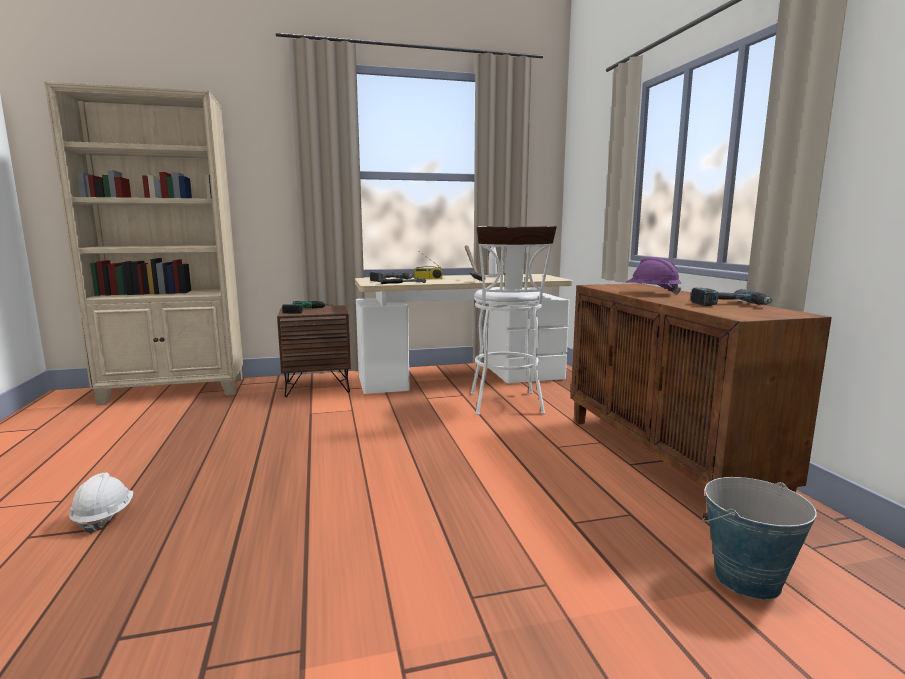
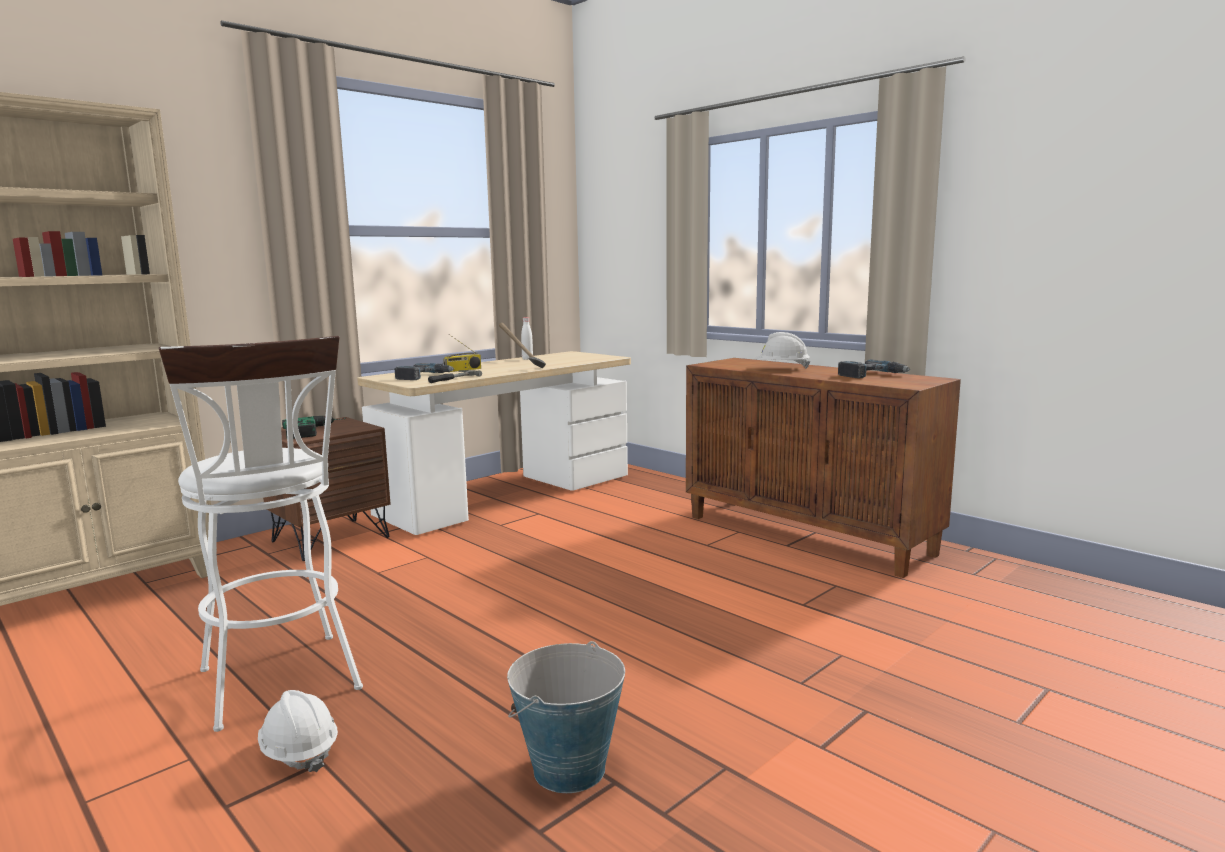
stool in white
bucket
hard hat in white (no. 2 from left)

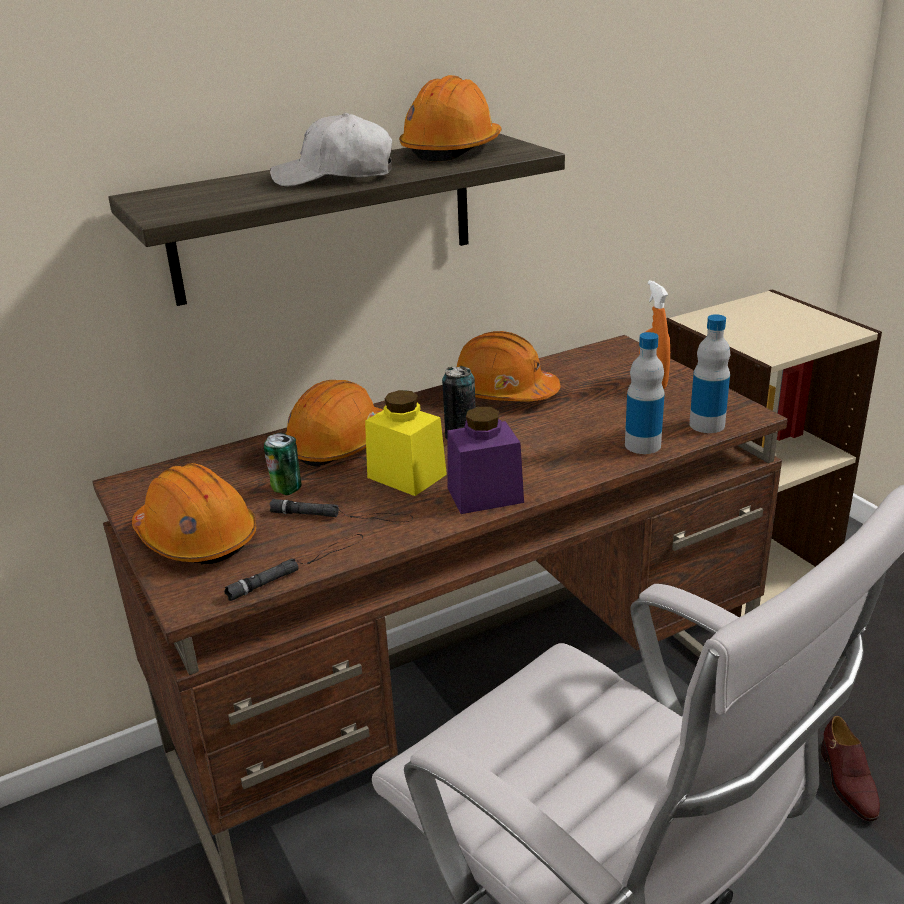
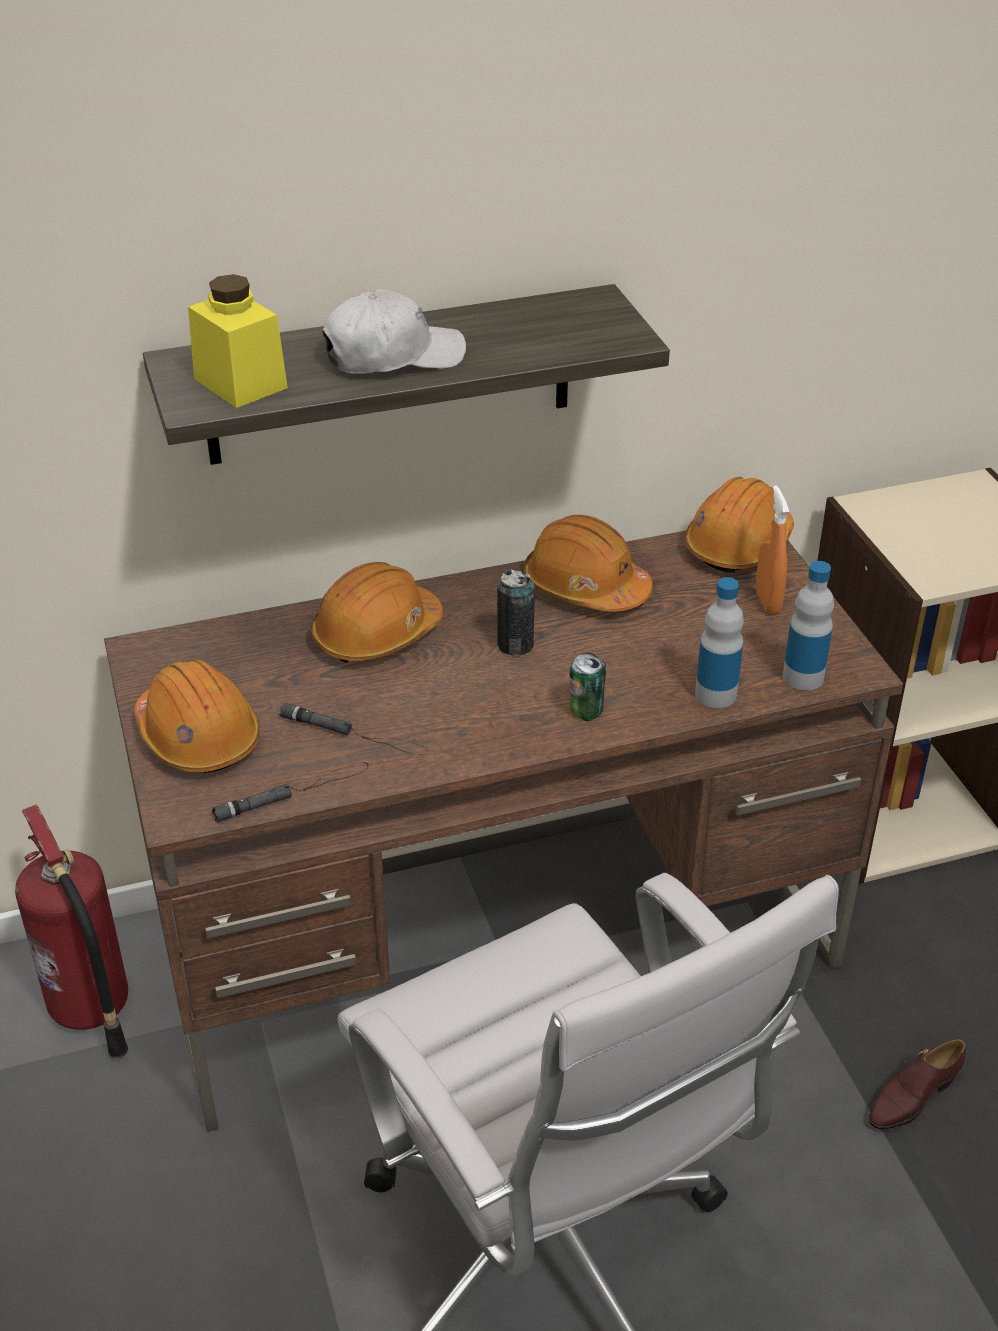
jar in purple
fire extinguisher
can (no. 2 from left)
jar in yellow
hard hat in orange (no. 4 from left)
cap in white
shoe in brown

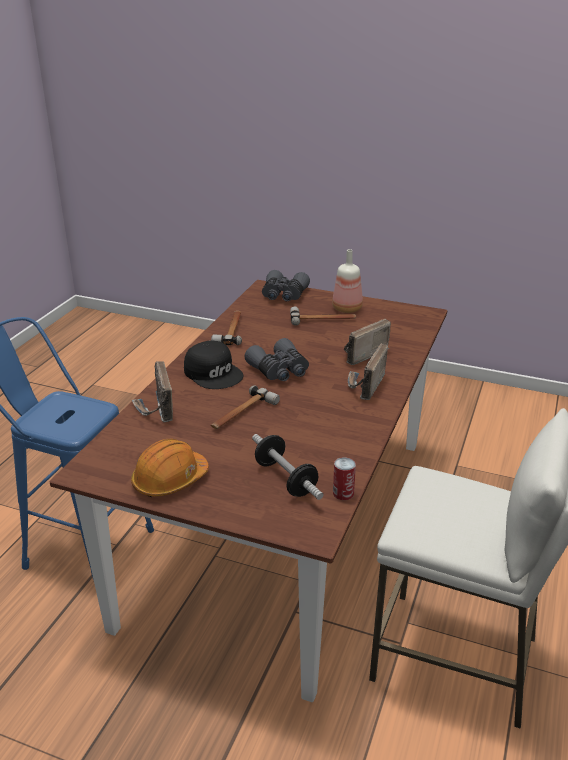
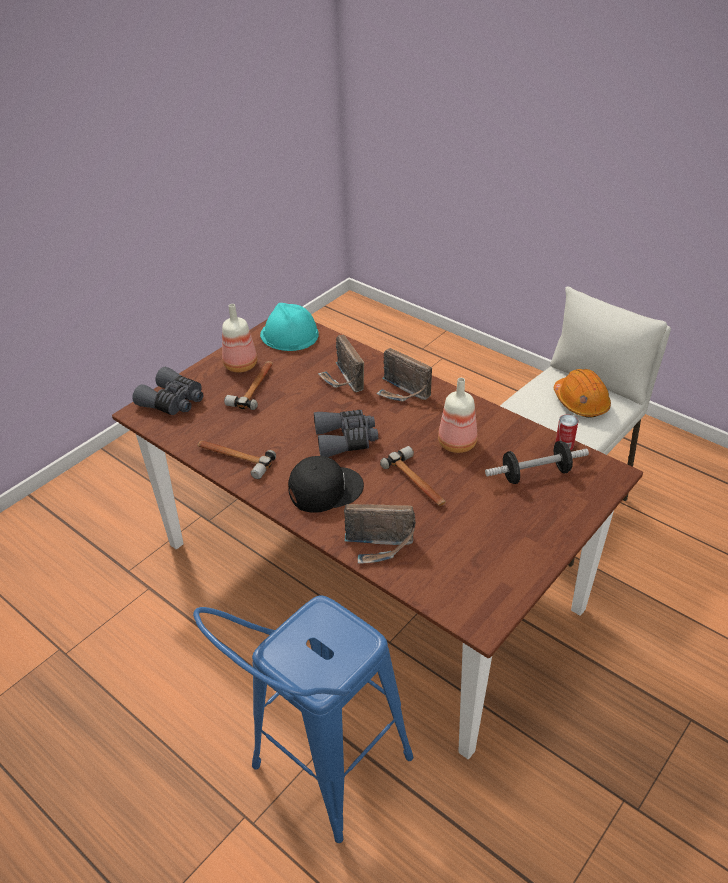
hard hat in turquoise
bottle (no. 2 from left)
hard hat in orange

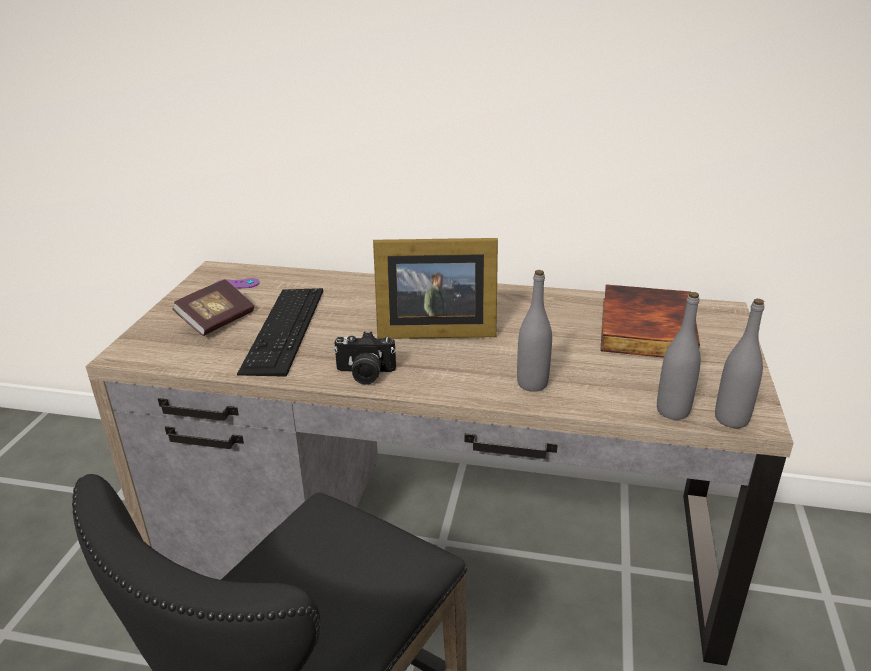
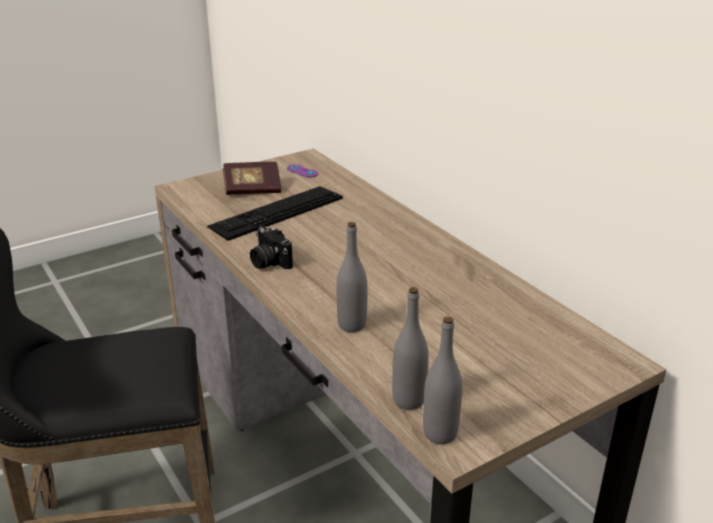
picture frame
book (no. 2 from left in the first image)

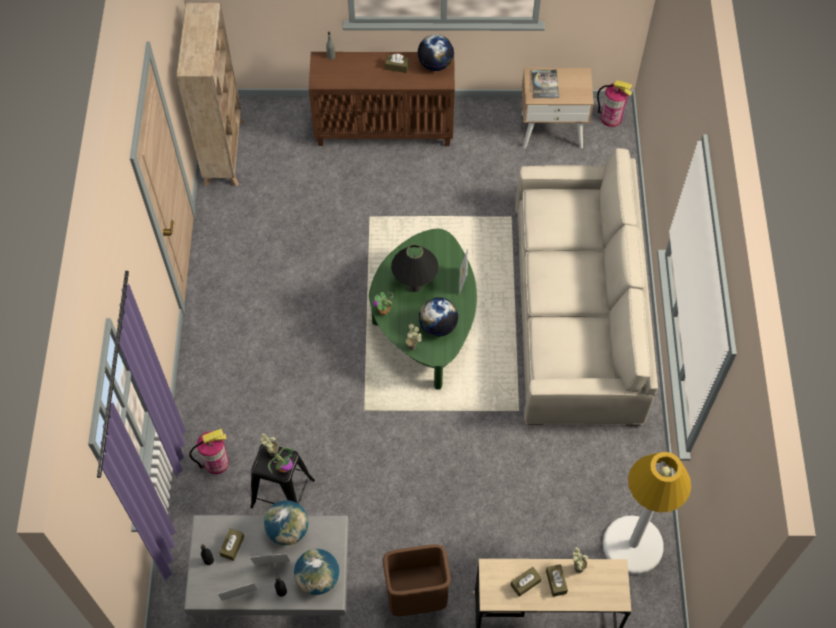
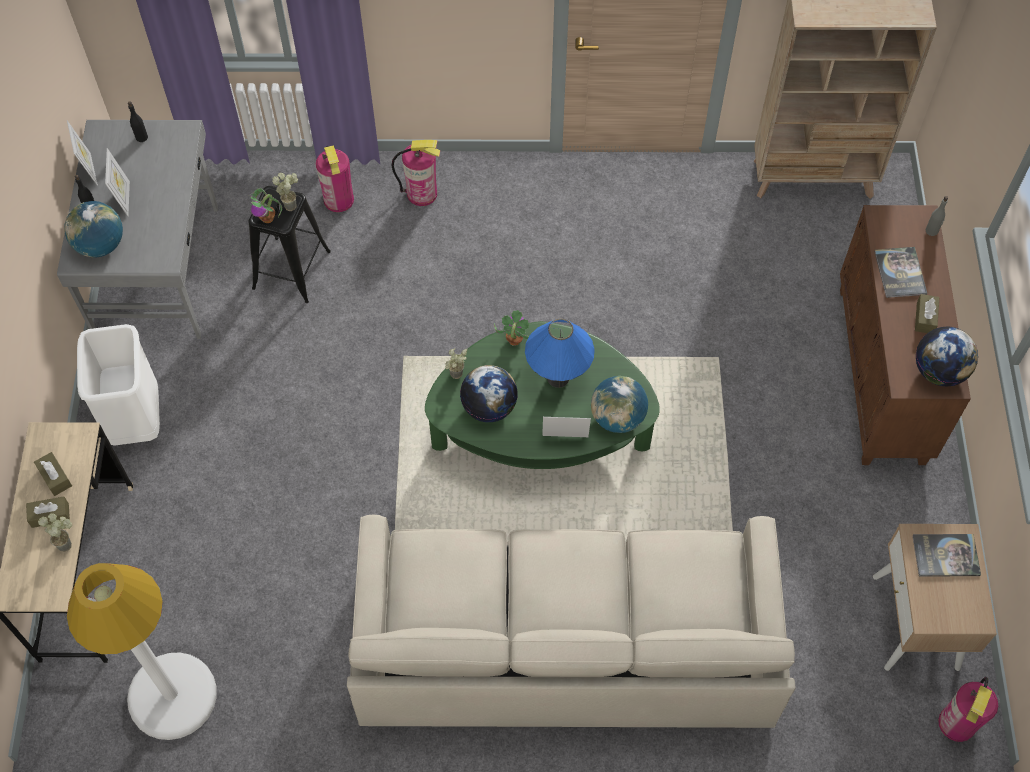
tissue box in brown (no. 1 from left in the first image)
fire extinguisher (no. 2 from left)
book (no. 1 from left)
globe (no. 3 from left)
trash can in white
table lamp in blue

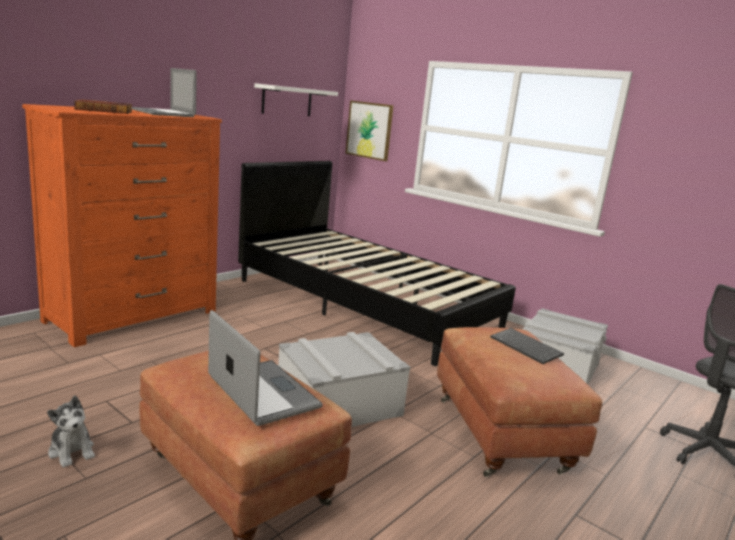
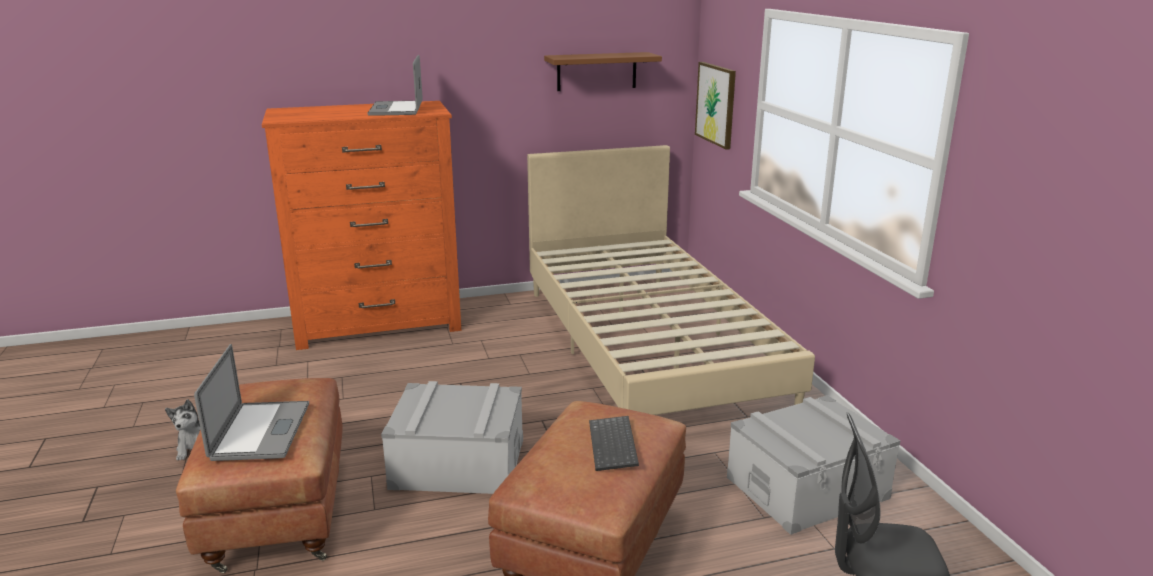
book
bed in beige
shelf in brown

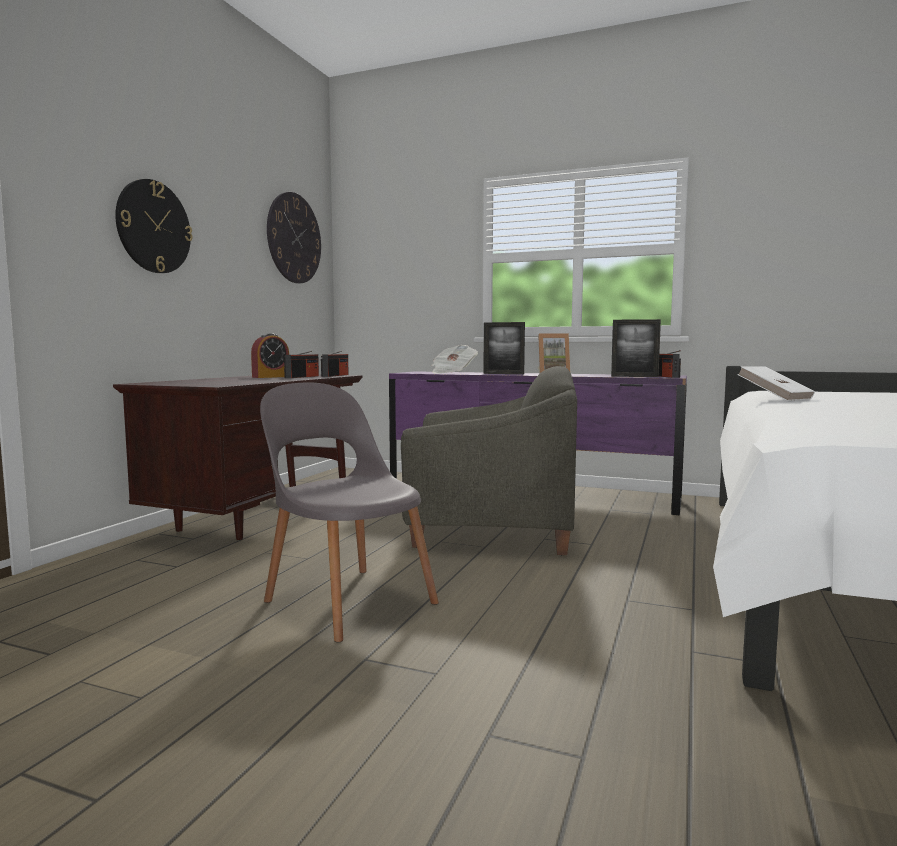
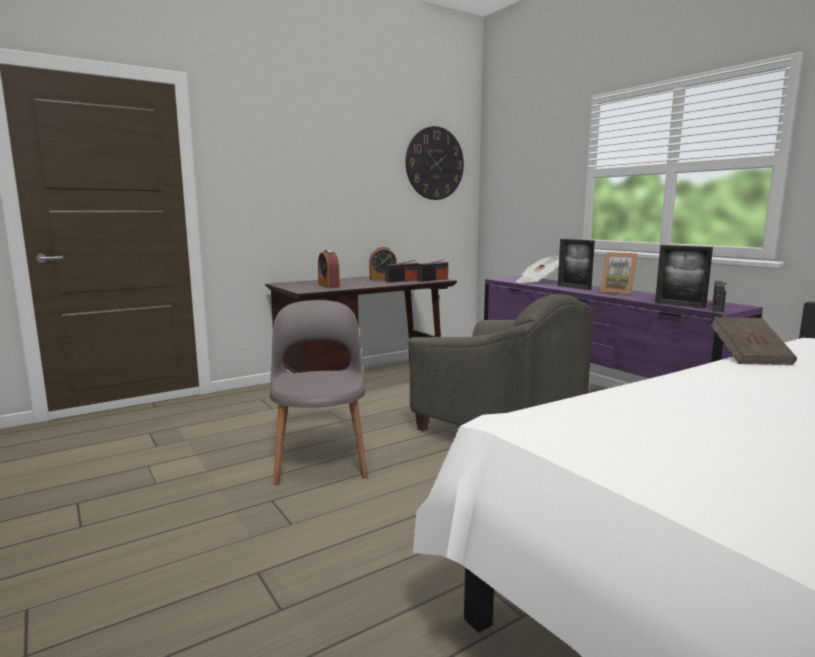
wall clock (no. 1 from left in the first image)
alarm clock (no. 1 from left)
book in brown

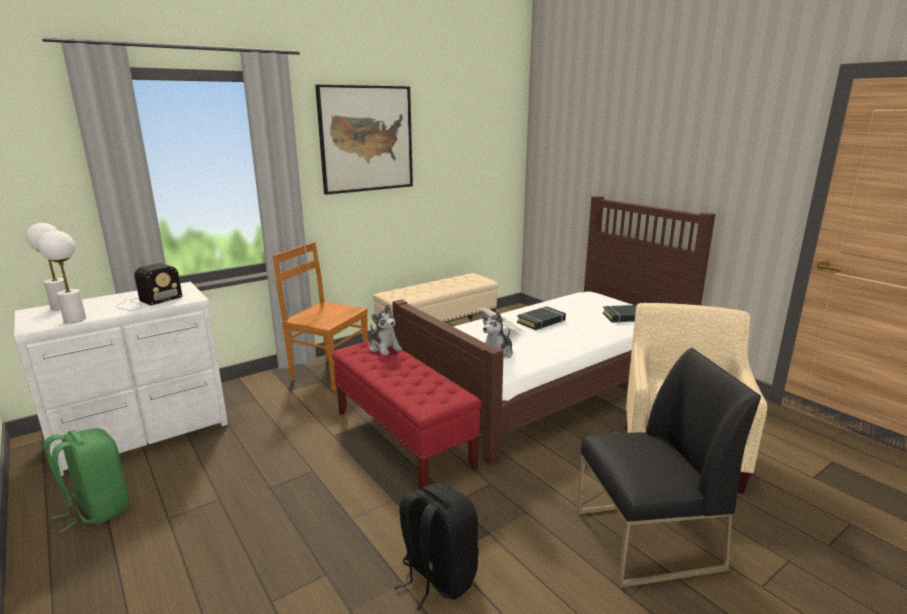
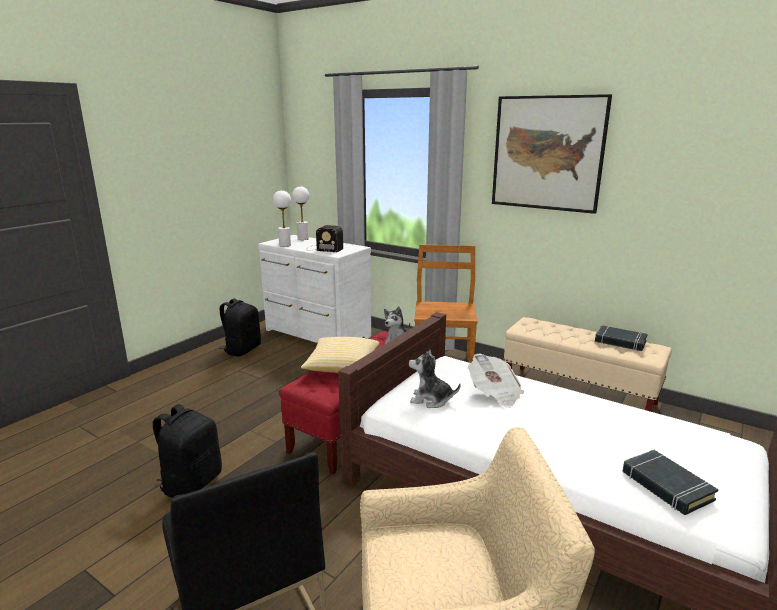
pillow
book in black (no. 1 from left)
backpack in black (no. 2 from left)

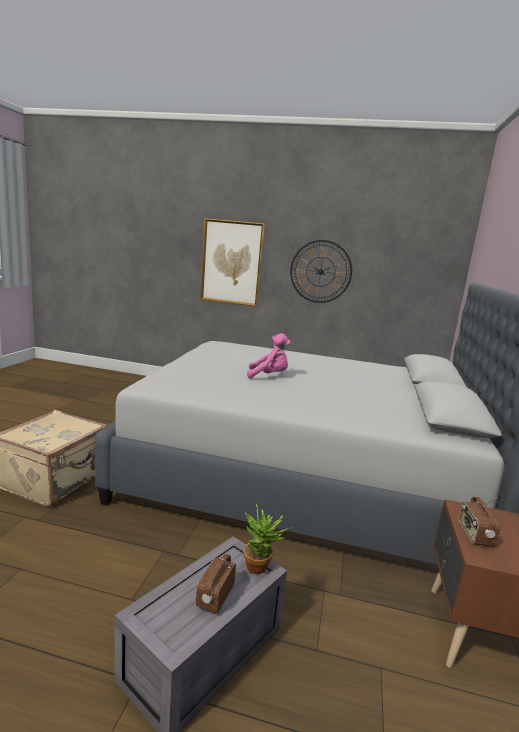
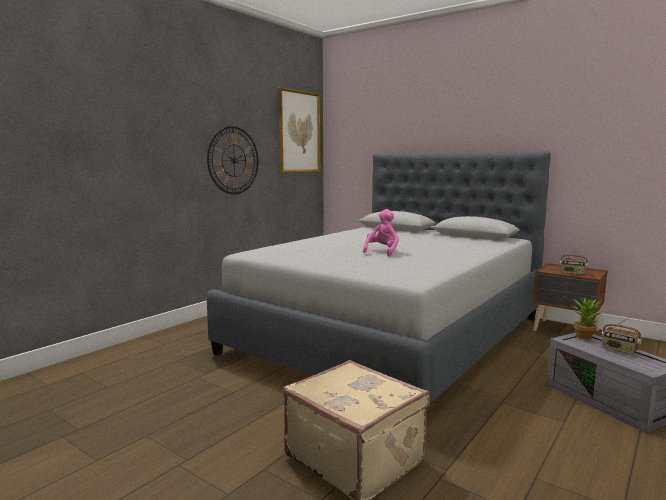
picture

